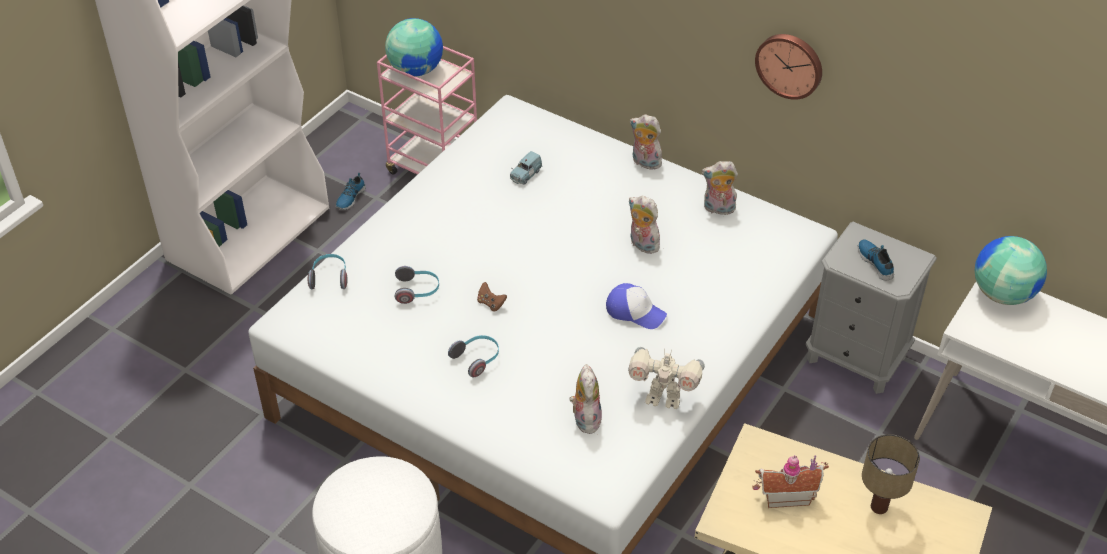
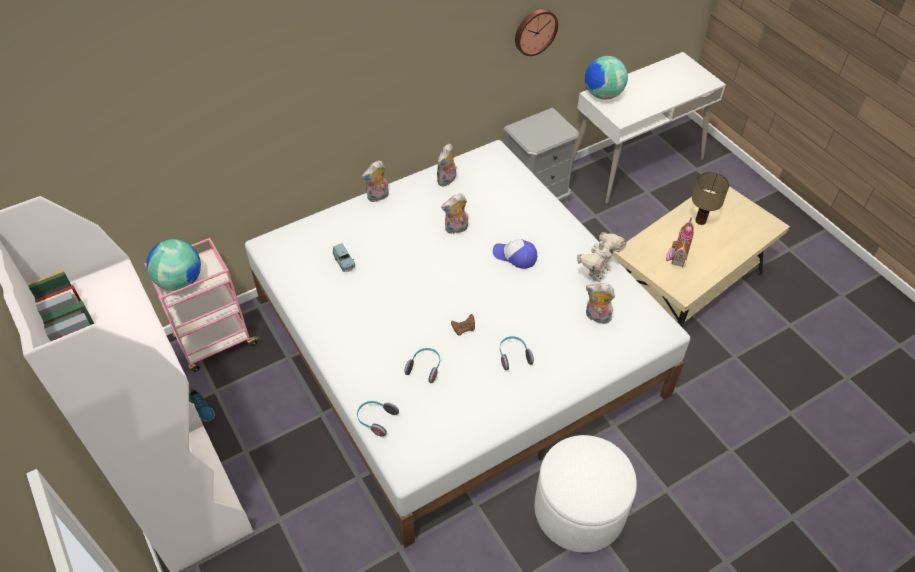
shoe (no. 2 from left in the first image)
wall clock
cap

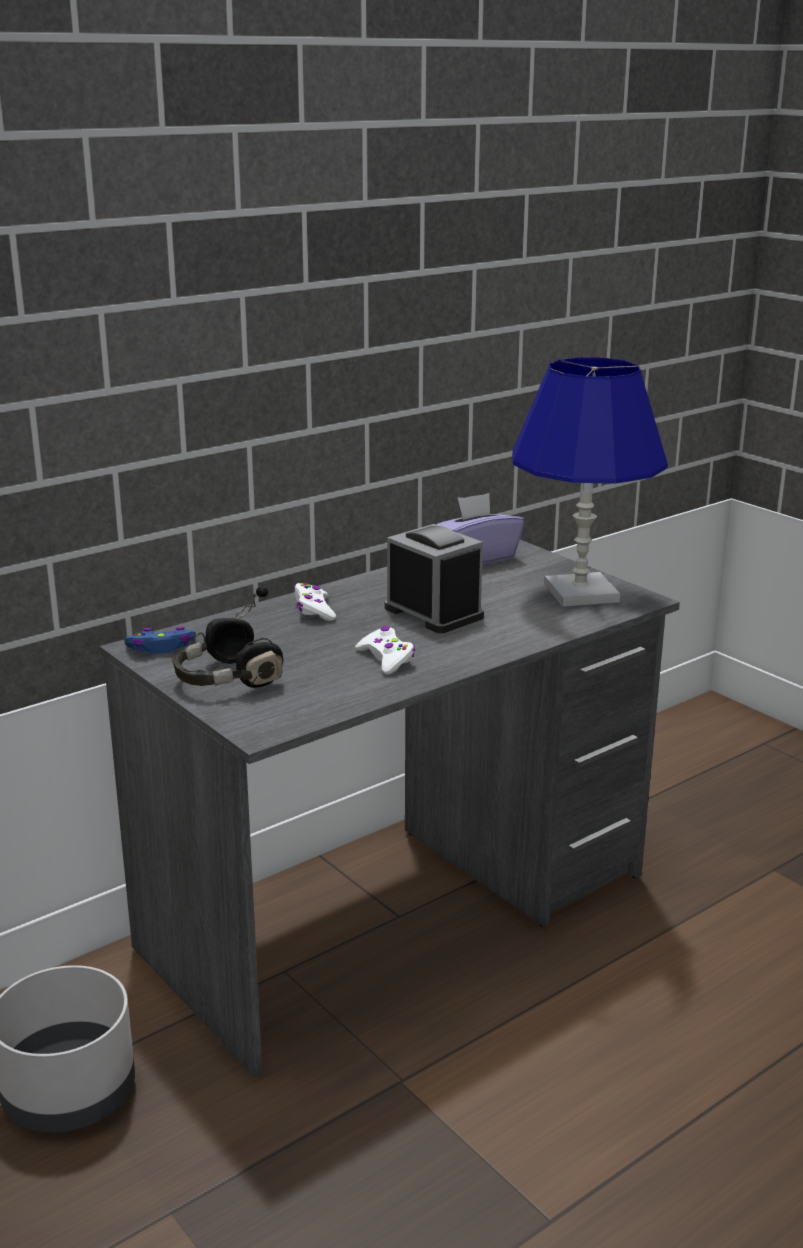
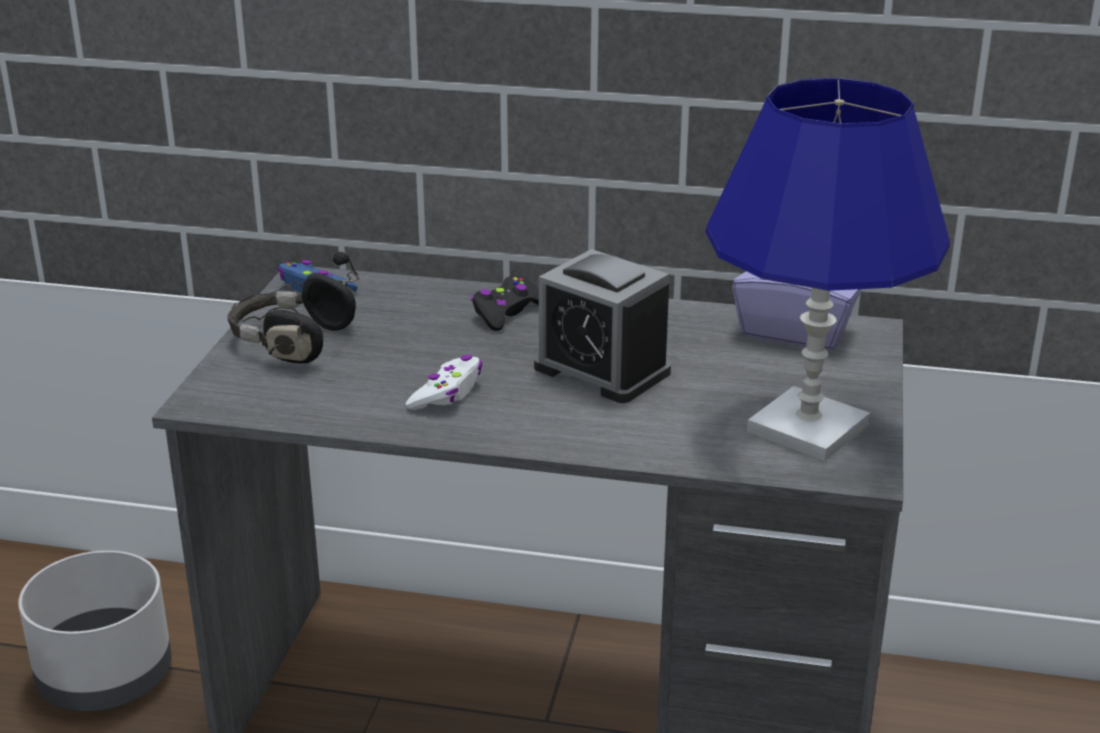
game controller in black
alarm clock

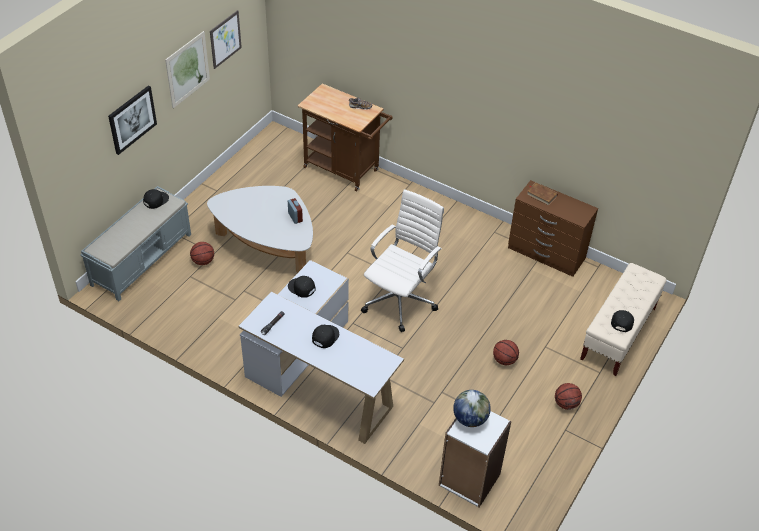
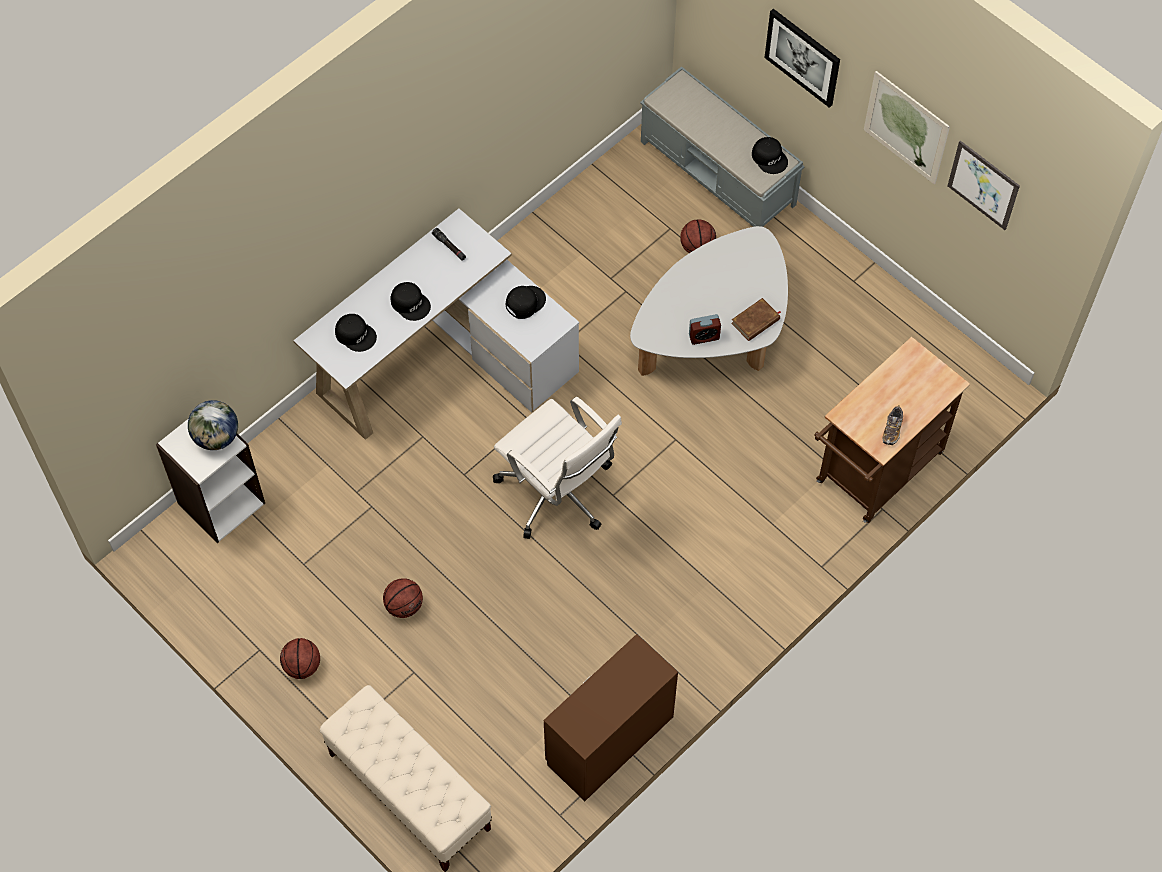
book in brown
cap in black (no. 1 from left)

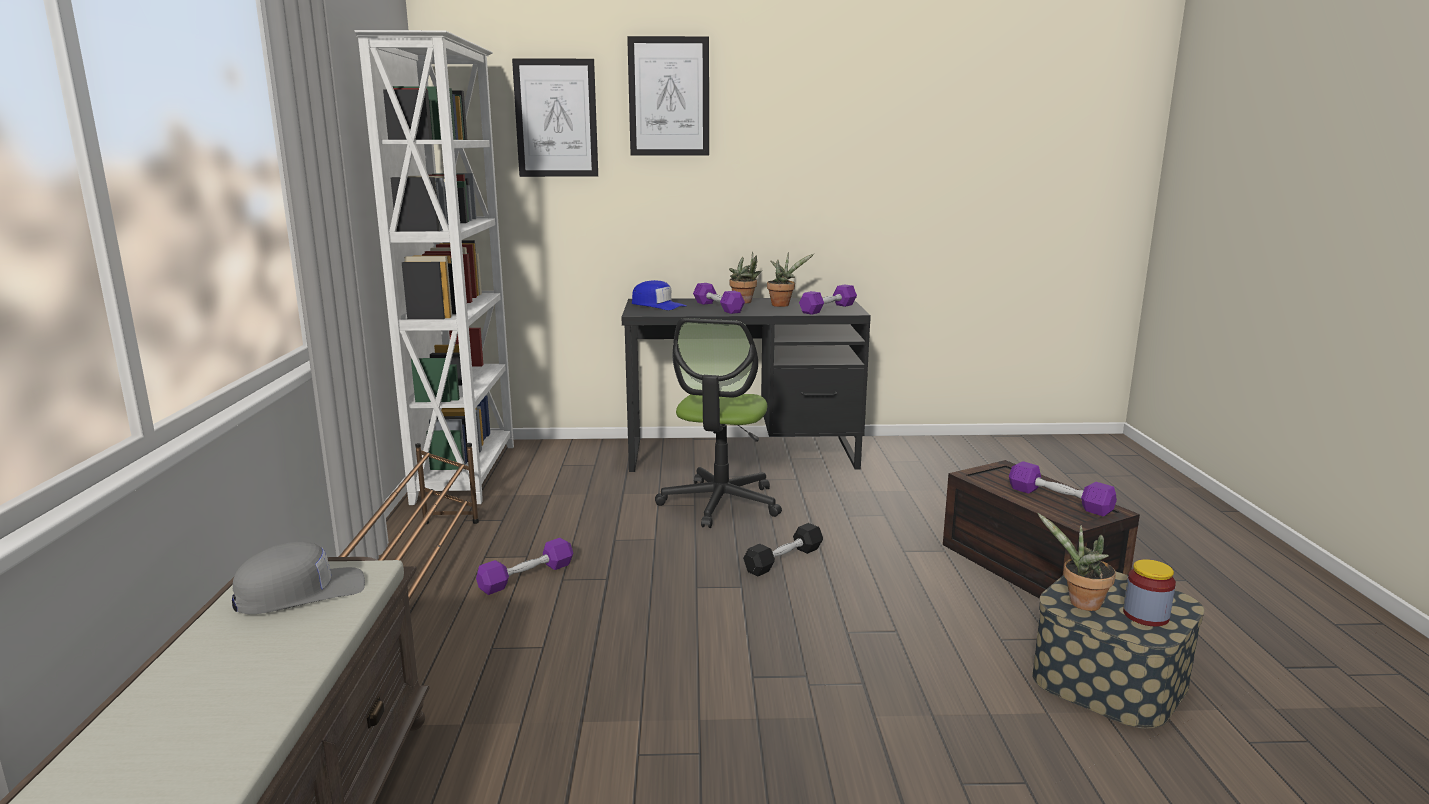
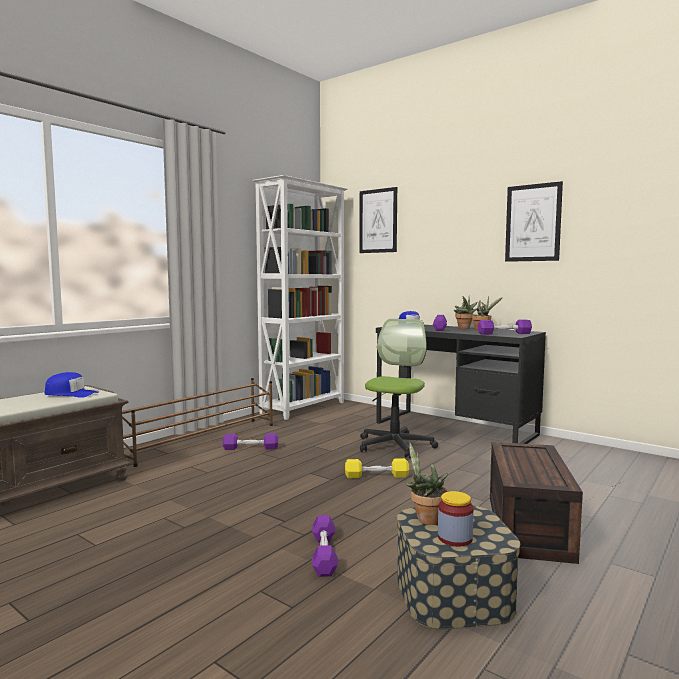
picture (no. 2 from left)
dumbbell in purple (no. 2 from left)
cap in blue (no. 1 from left)
dumbbell in yellow
office chair

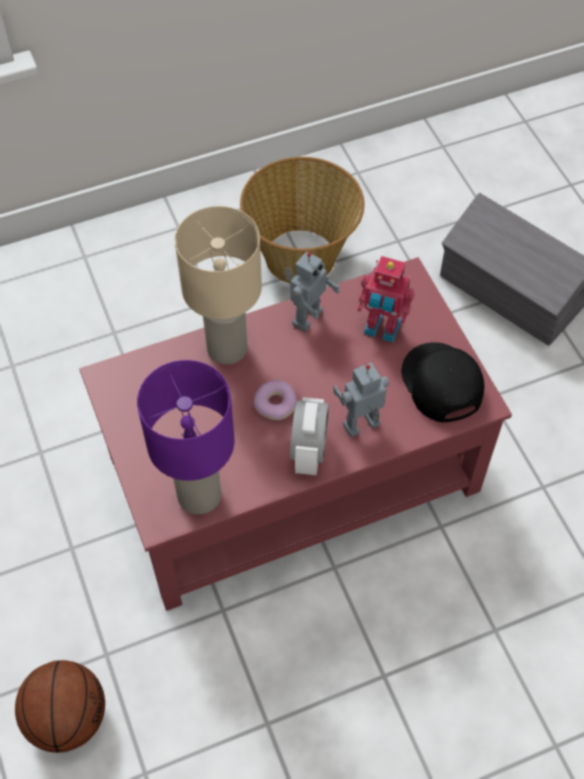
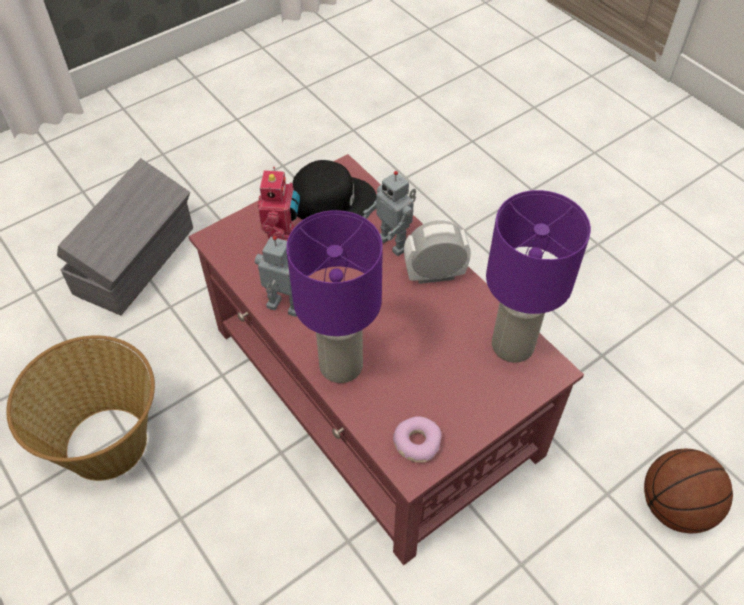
donut
table lamp in purple (no. 1 from left)
cap in black

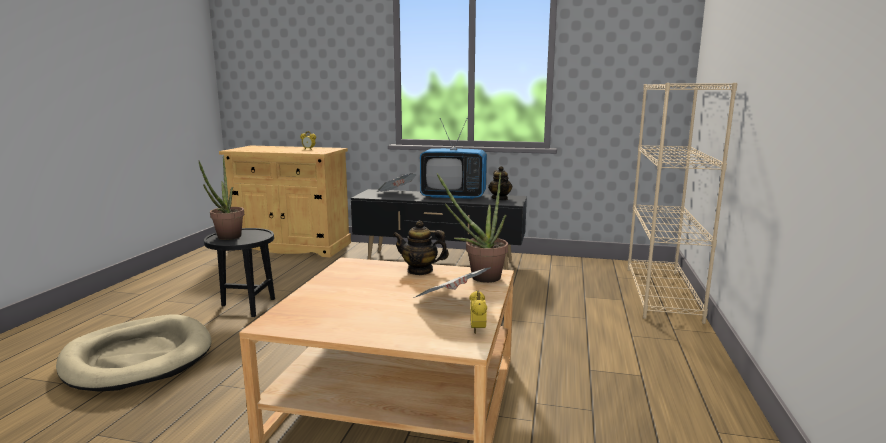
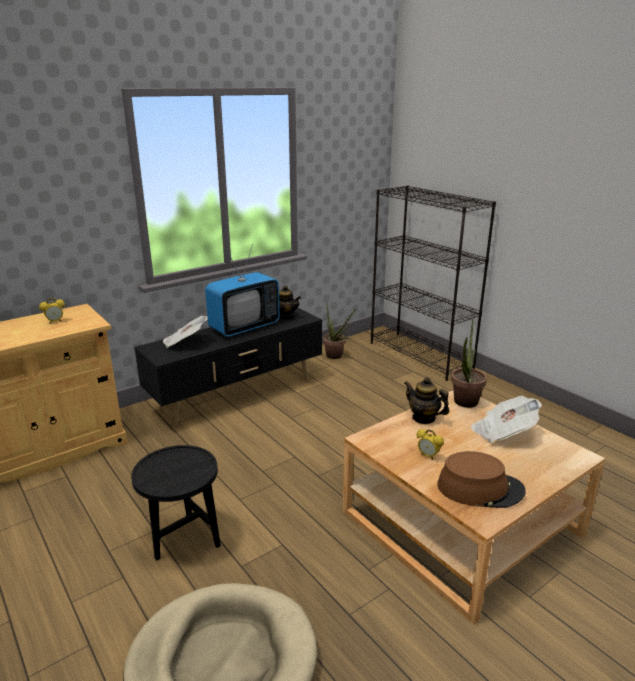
hat in brown
potted plant (no. 1 from left)
alarm clock (no. 2 from left)
bookcase in black
teapot (no. 2 from left)

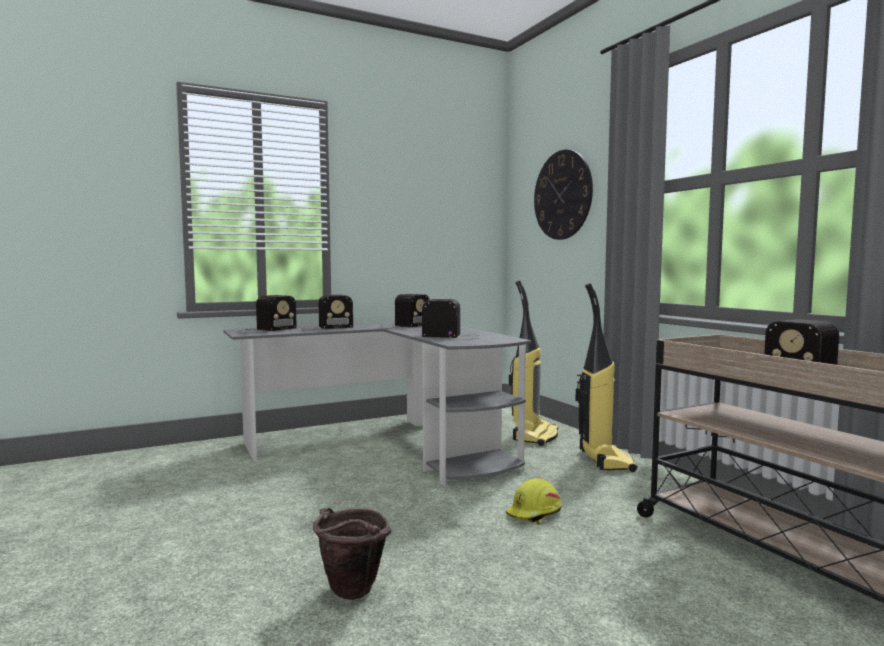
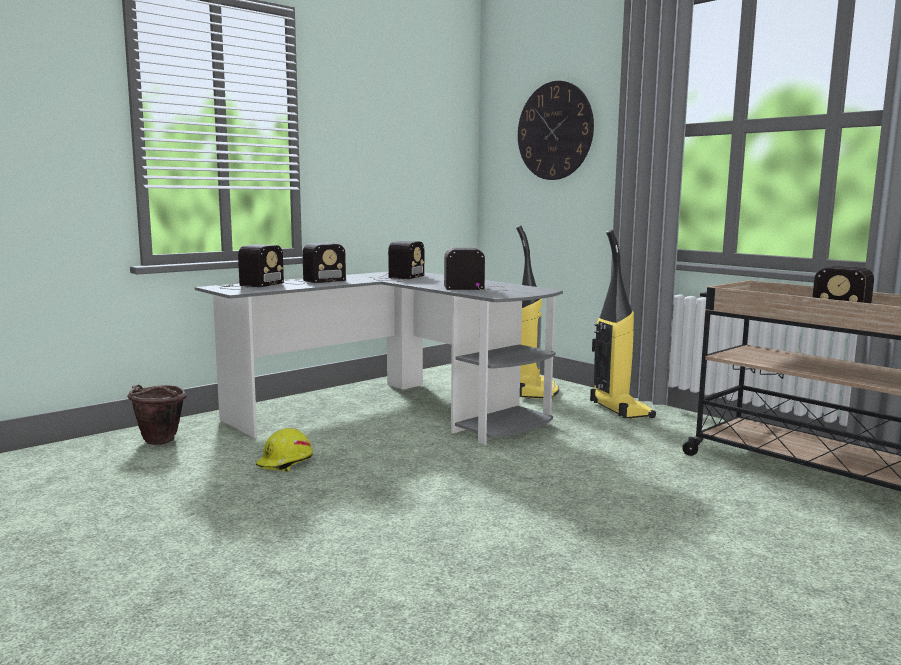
bucket in brown
hard hat in yellow

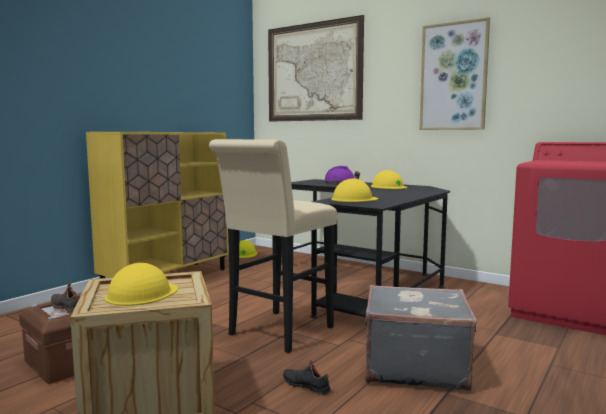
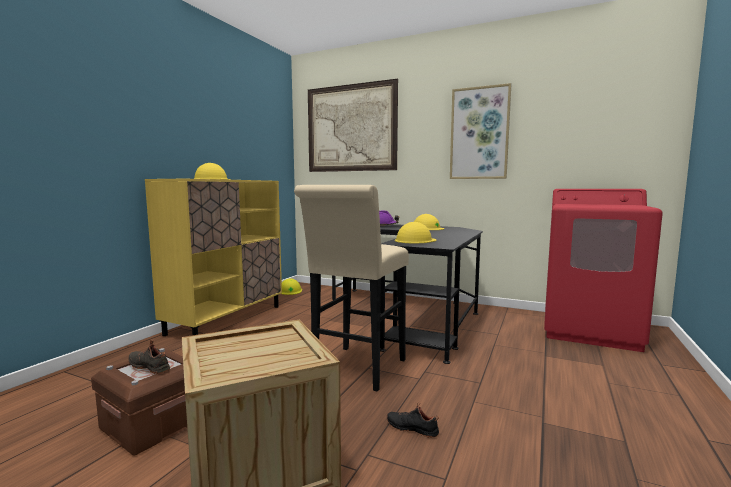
suitcase in grey
hard hat in yellow (no. 1 from left)

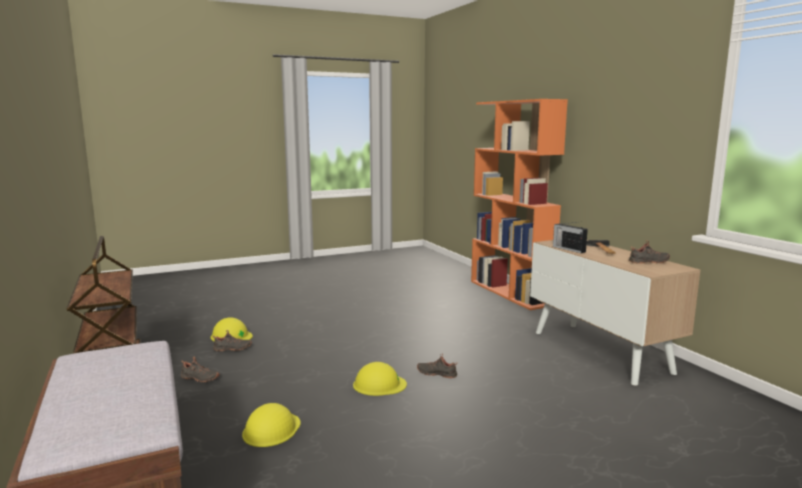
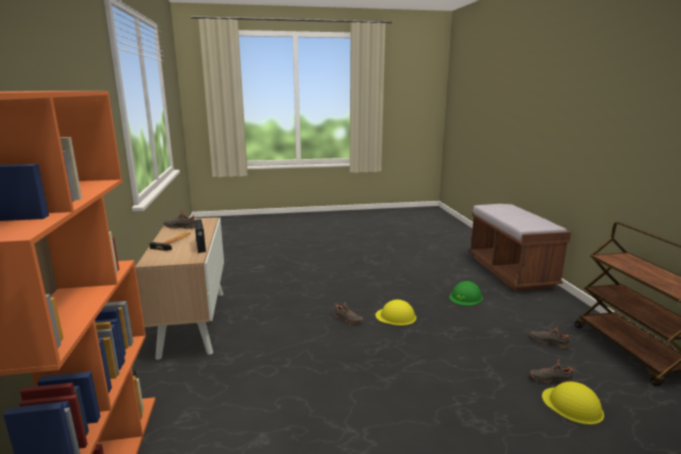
hard hat in green

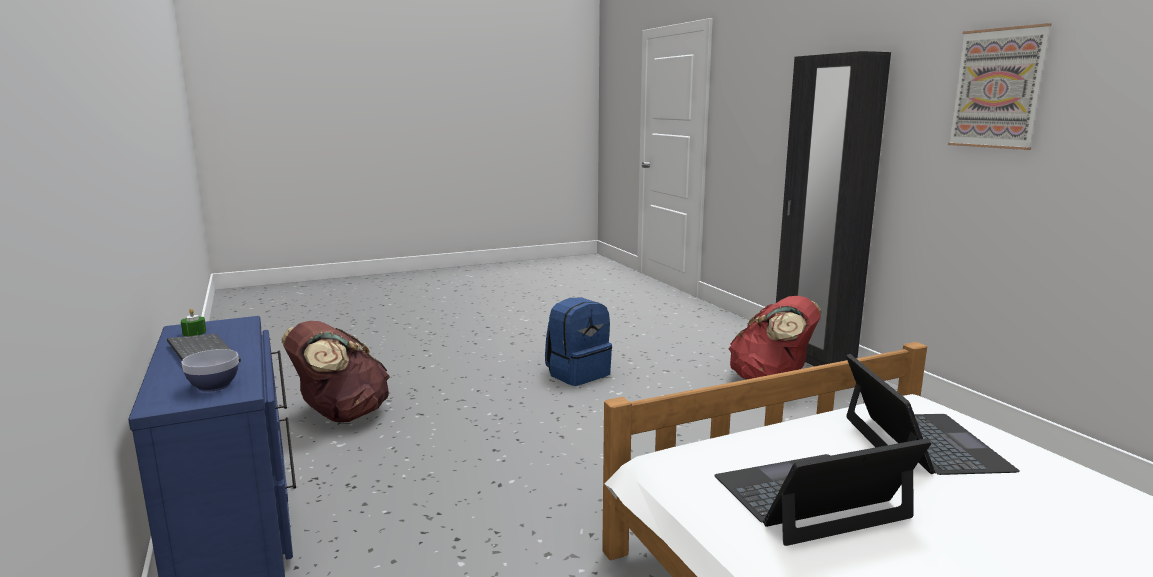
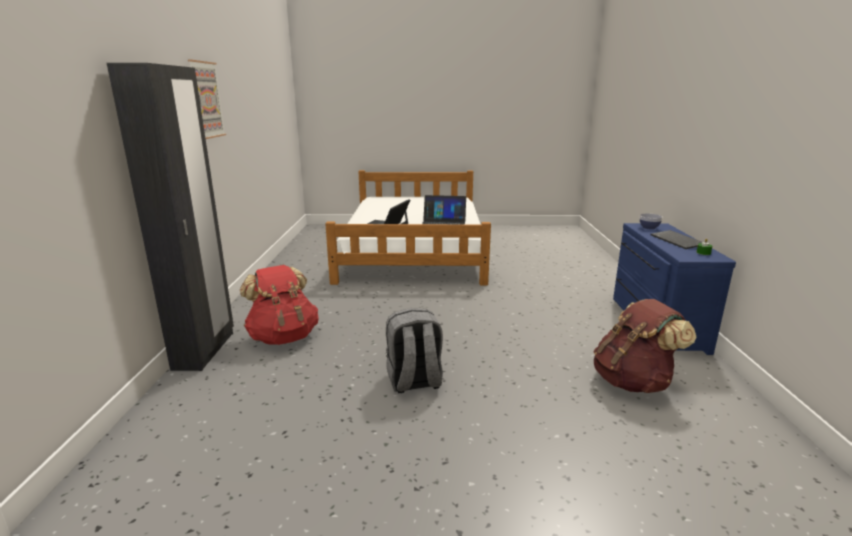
backpack in grey

